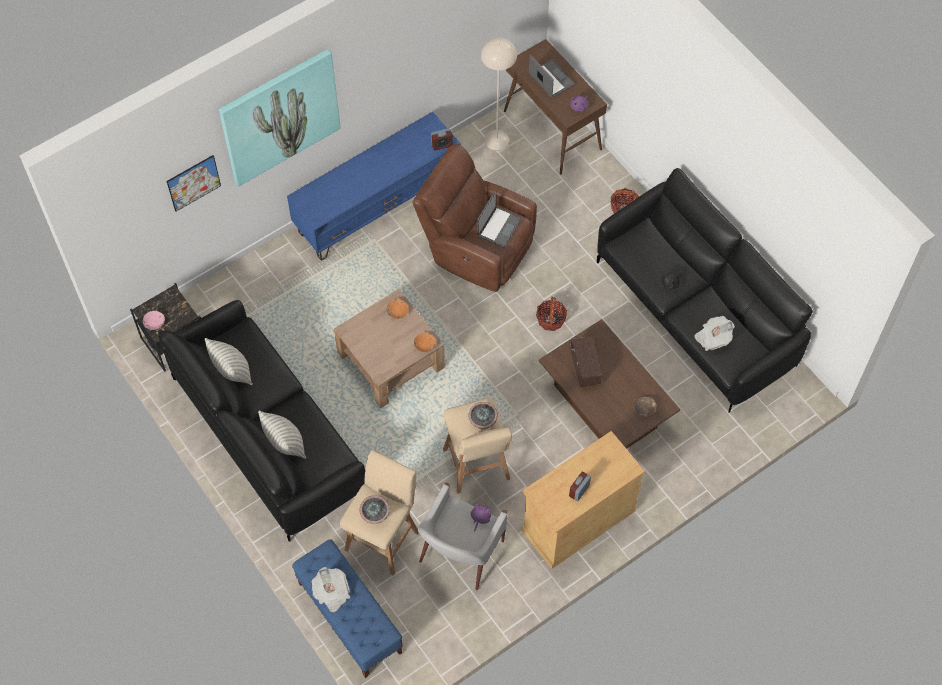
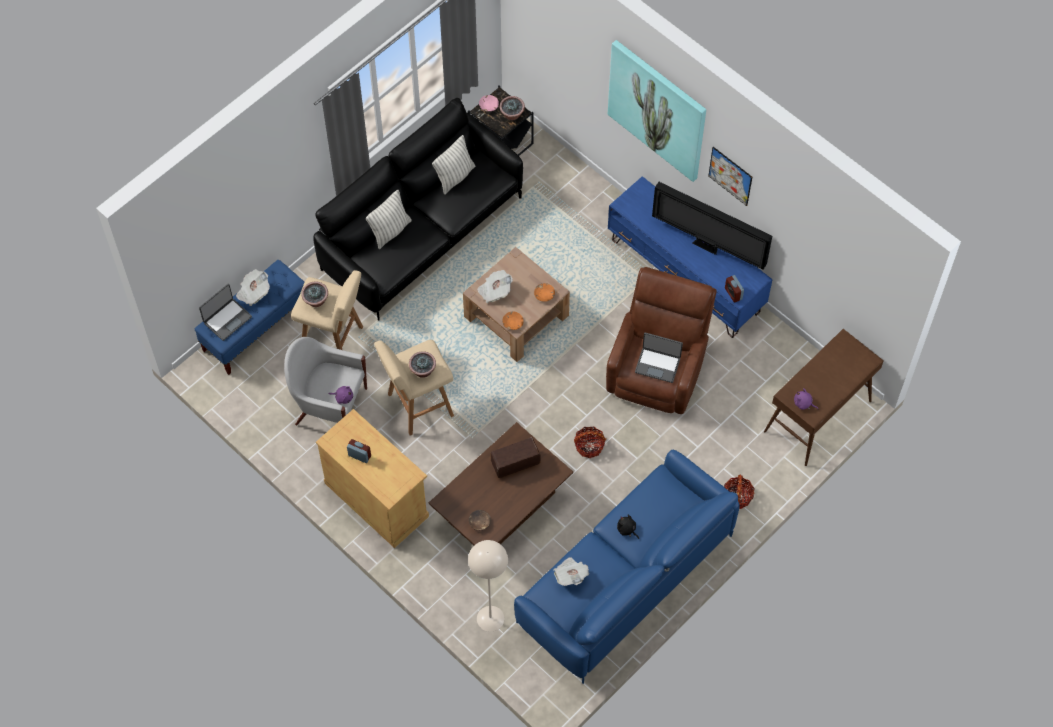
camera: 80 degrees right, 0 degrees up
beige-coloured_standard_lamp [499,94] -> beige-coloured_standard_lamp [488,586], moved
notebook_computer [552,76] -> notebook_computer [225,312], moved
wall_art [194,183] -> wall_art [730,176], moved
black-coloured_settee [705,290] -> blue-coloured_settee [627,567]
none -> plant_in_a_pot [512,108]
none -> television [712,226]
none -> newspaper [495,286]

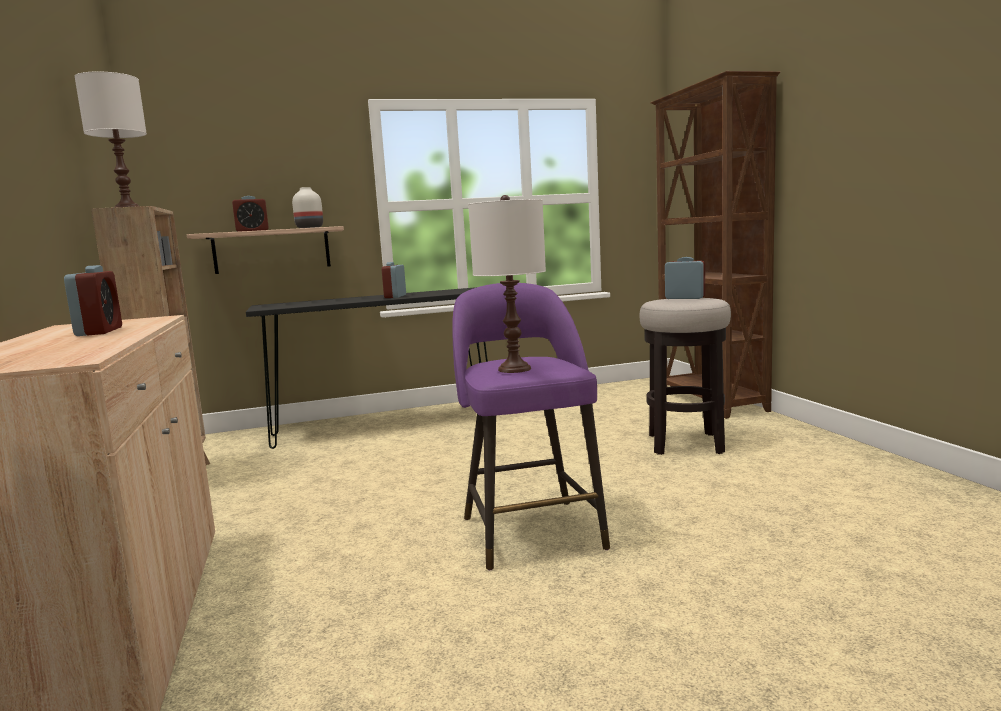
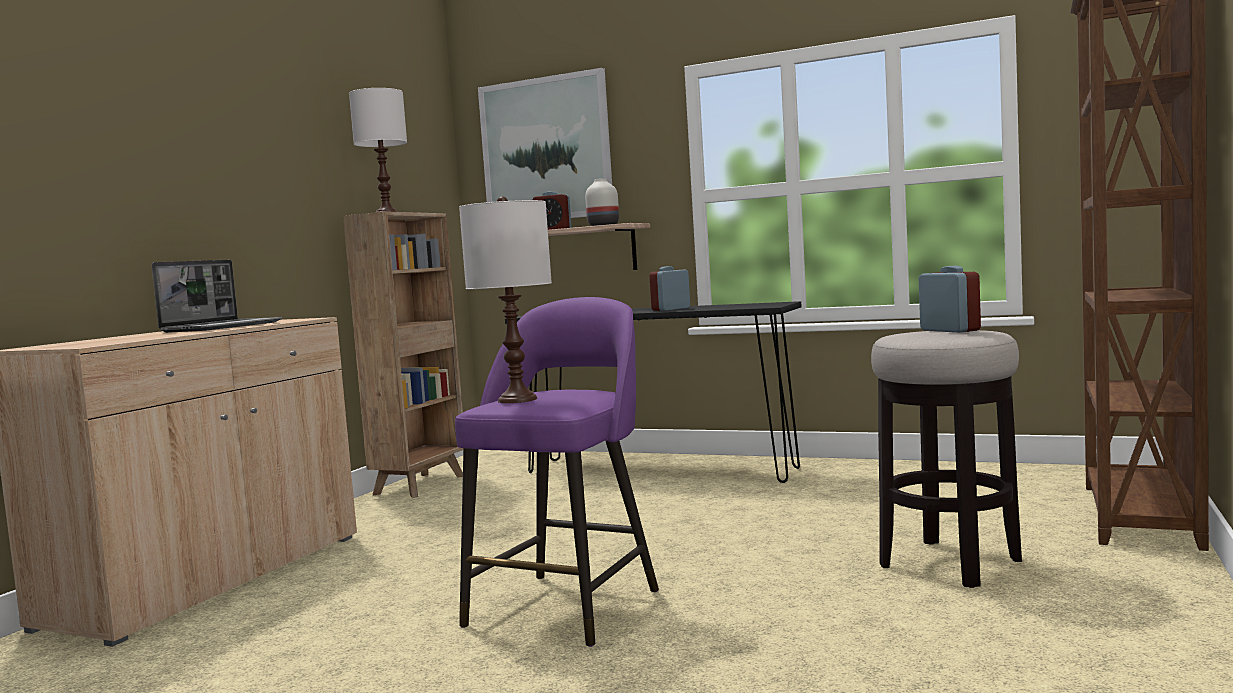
camera: 40 degrees right, 5 degrees down
bedside_clock [93,300] -> notebook_computer [217,296]
none -> wall_art [545,143]

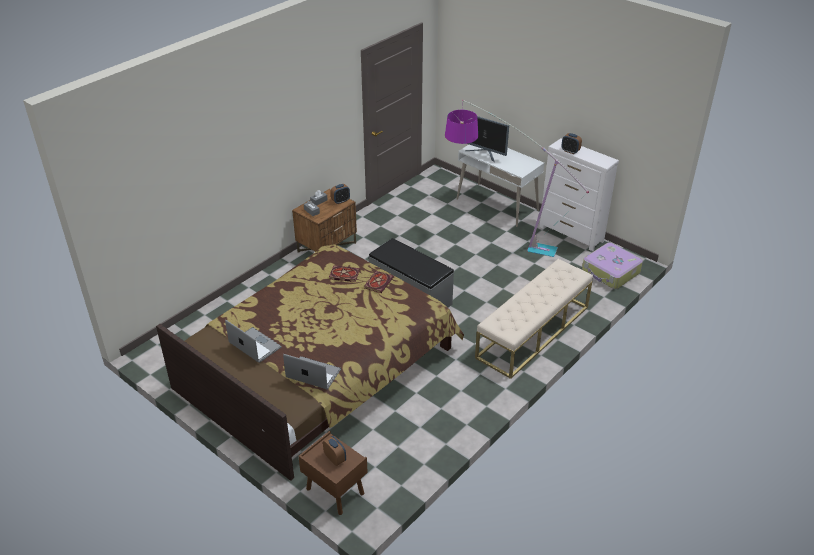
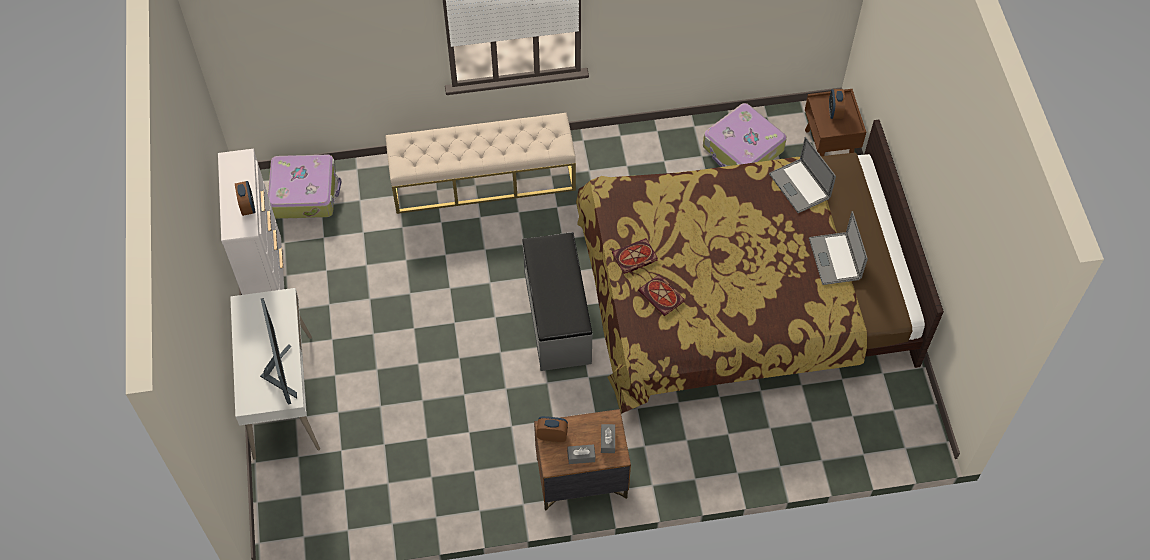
camera: 140 degrees left, 20 degrees up
standard_lamp [517,178] -> none
none -> travel_case [745,135]

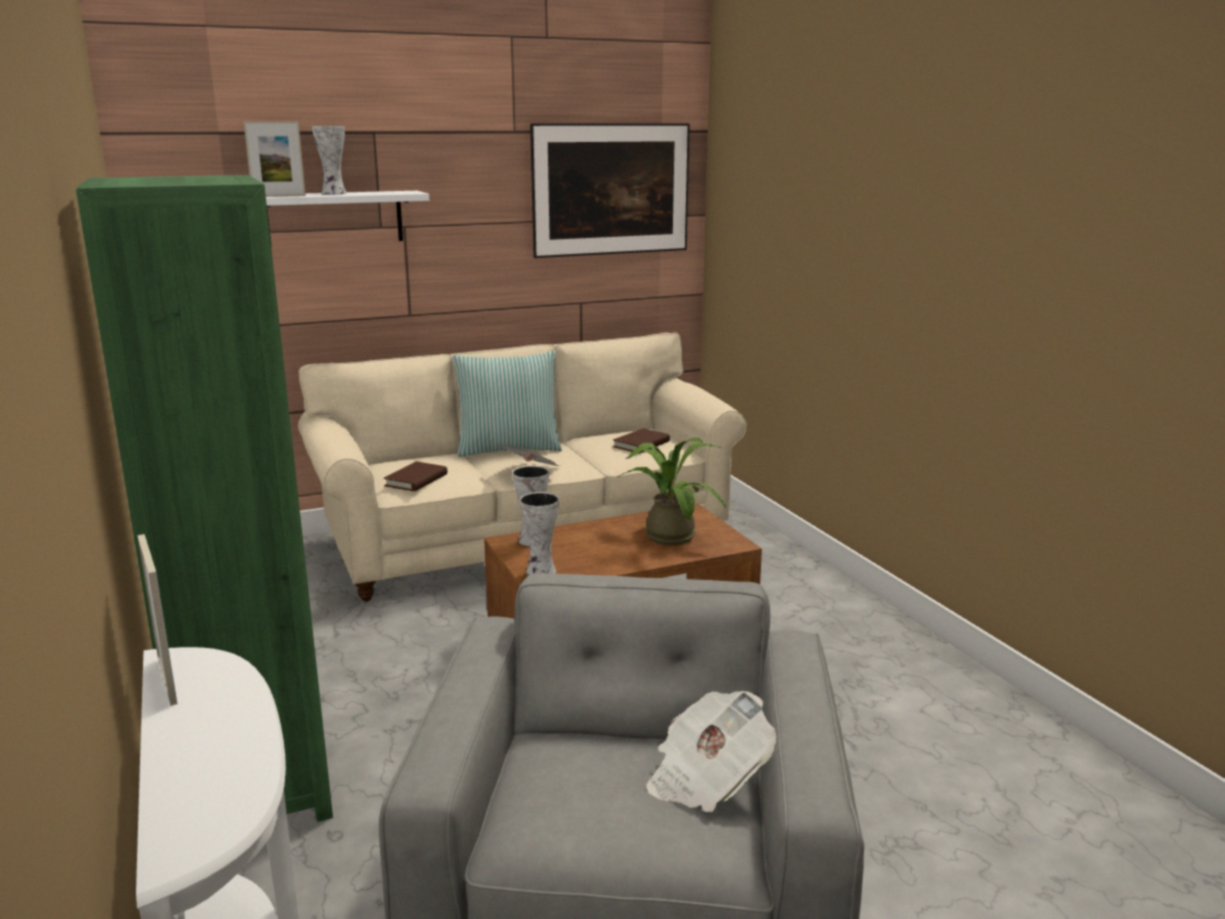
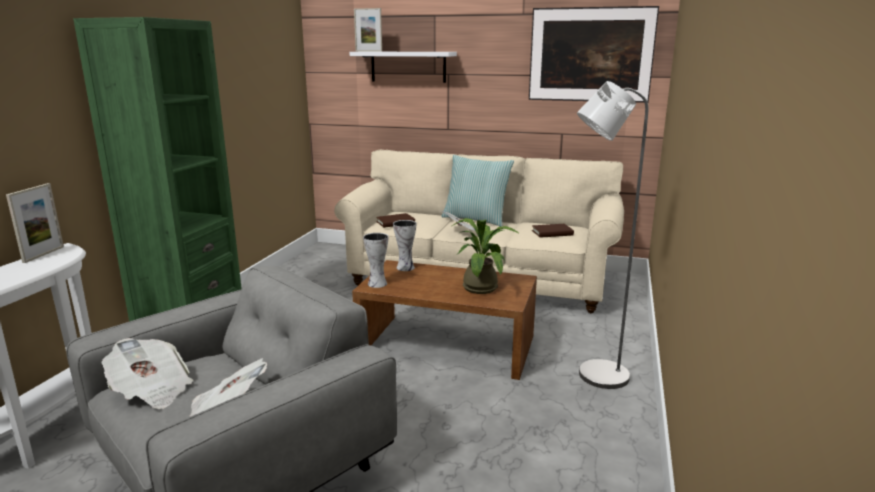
camera: 40 degrees right, 0 degrees up
decorative_vase [329,160] -> none
none -> grey_standard_lamp [612,235]
none -> newspaper [147,373]

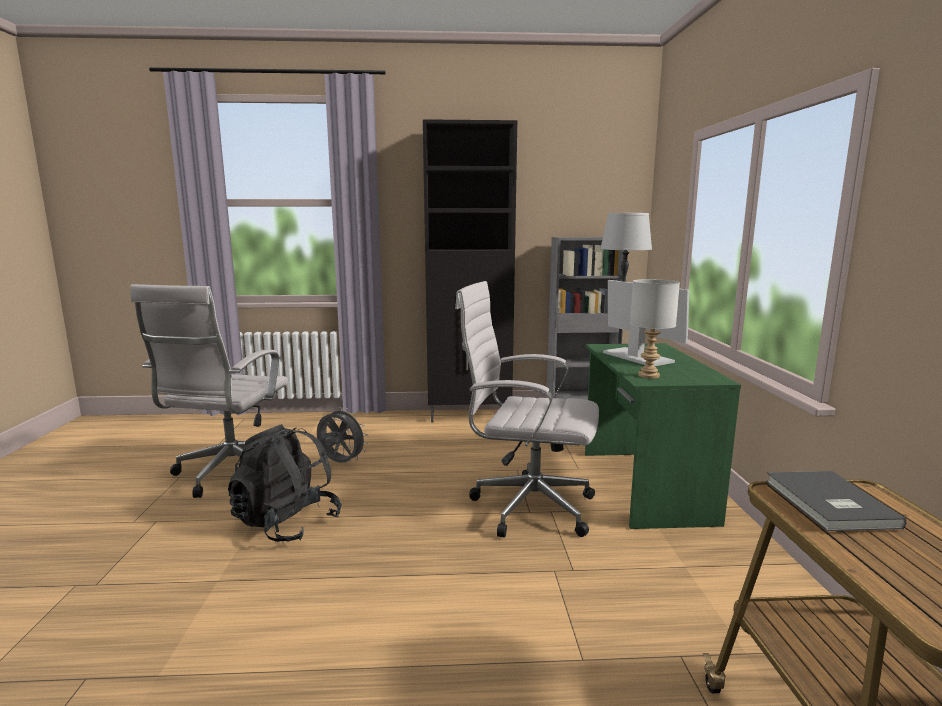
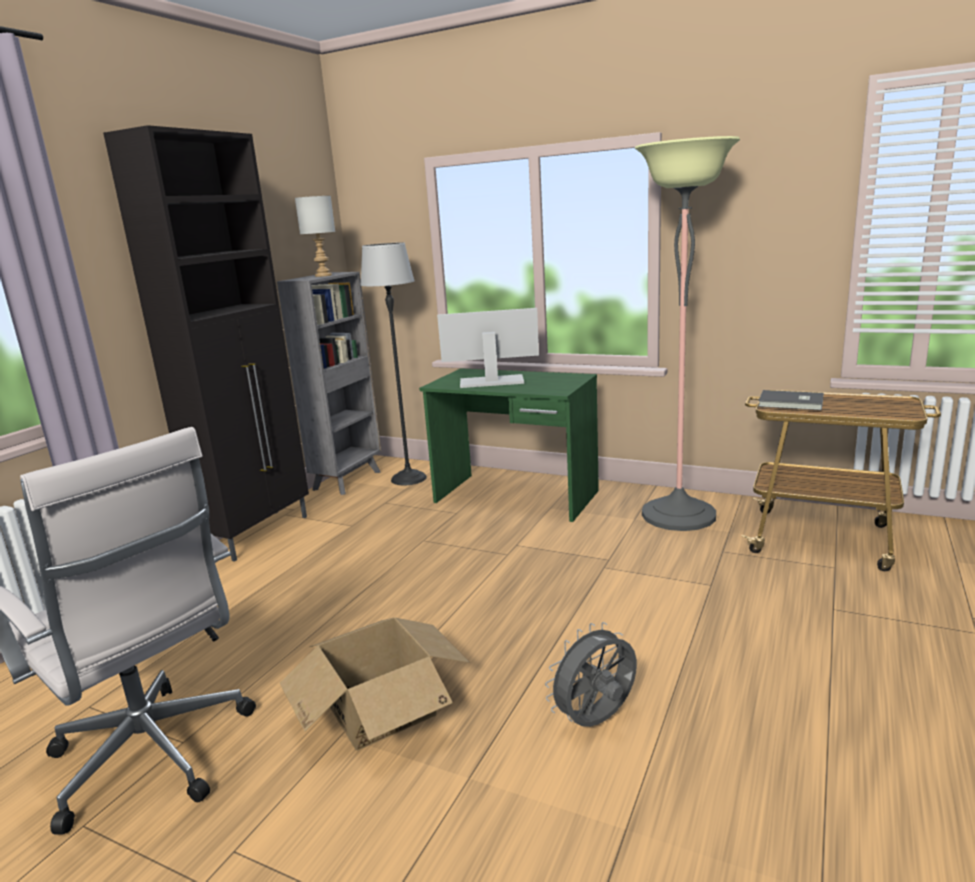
camera: 60 degrees left, 5 degrees up
grey_tabletop_lamp [655,329] -> grey_tabletop_lamp [315,236], moved
white_desk_chair [527,409] -> none
grey_cooling_fan [342,435] -> grey_cooling_fan [591,674], moved
black-coloured_backpack [285,483] -> carton [375,684]
none -> standard_lamp [687,333]

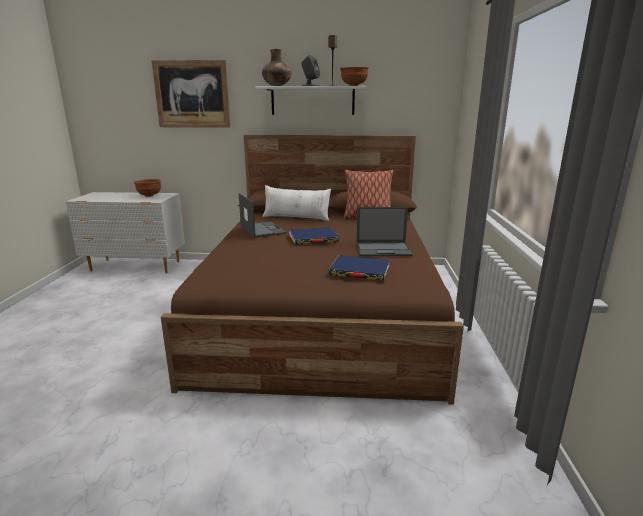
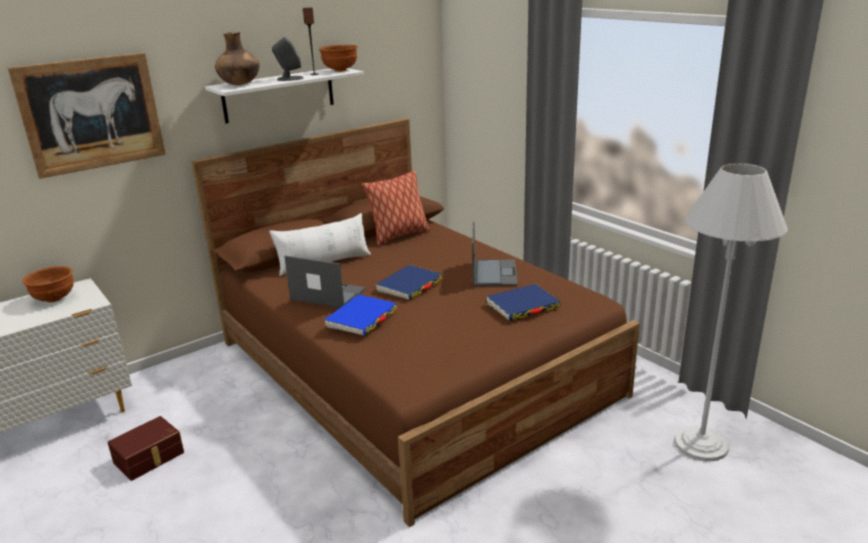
camera: 40 degrees left, 5 degrees up
notebook_computer [384,231] -> notebook_computer [495,253], 45 degrees counterclockwise
none -> white_standard_lamp [731,312]
none -> blue-coloured_volume [360,315]
none -> brown_storage_bin [146,448]

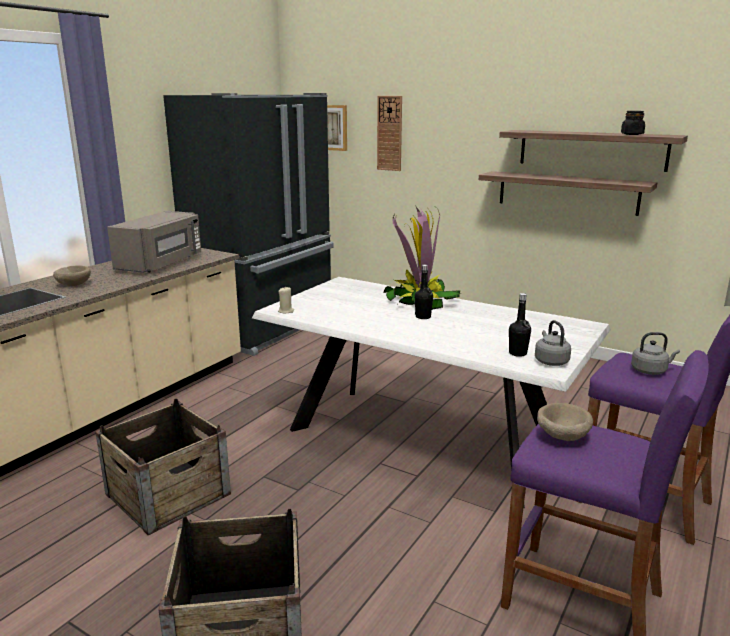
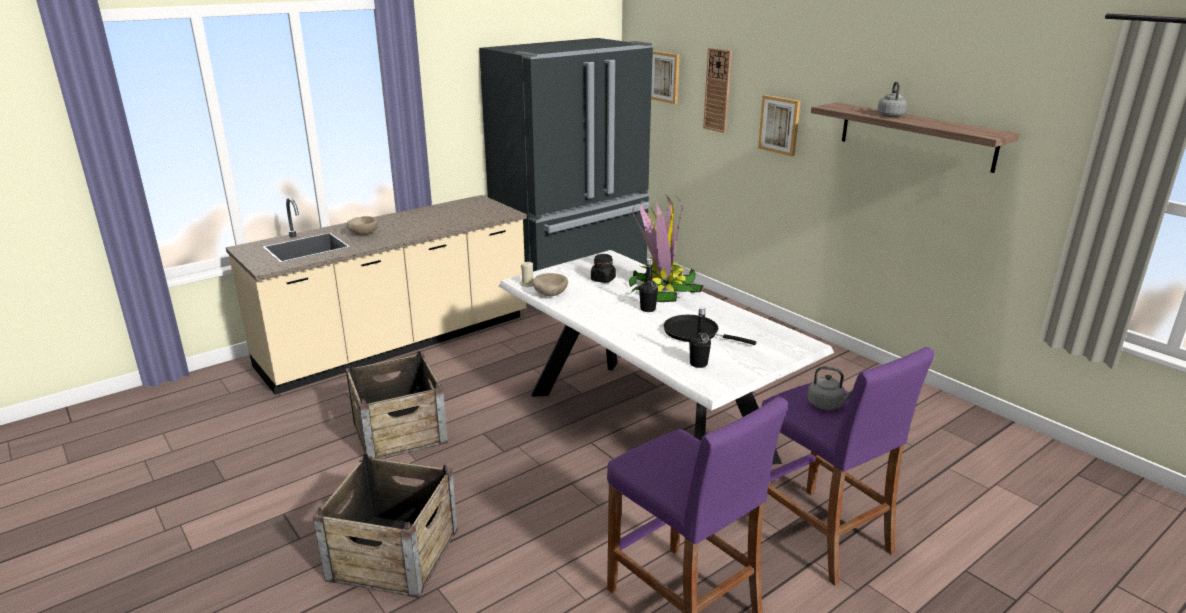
camera: 20 degrees right, 5 degrees up
black-coloured_preserve_jar [633,123] -> black-coloured_preserve_jar [603,268], moved
wall_shelf [568,193] -> none
grey_kitchen_microwave [154,242] -> none
grey_kettle [553,343] -> grey_kettle [892,99], moved
beige-coloured_serving_bowl [565,422] -> beige-coloured_serving_bowl [550,284], moved
none -> wall_art [779,125]
none -> black-coloured_pan [710,330]

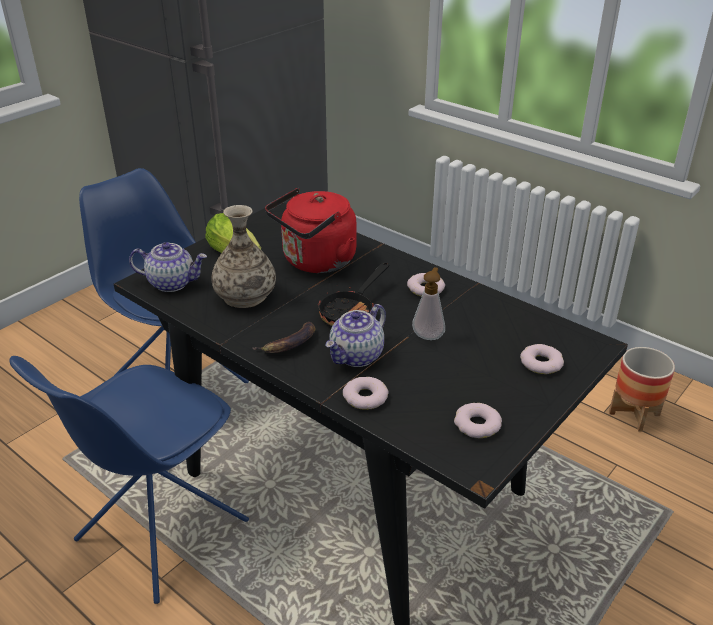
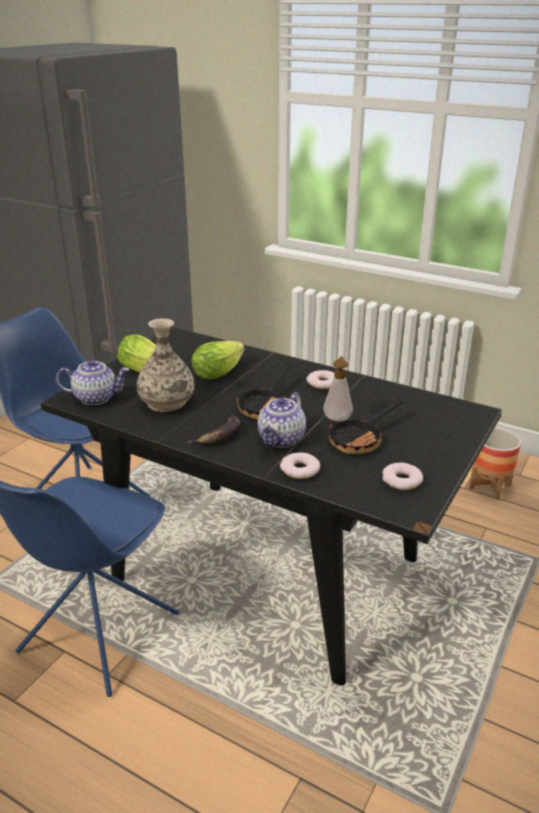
camera: 10 degrees left, 5 degrees down
red-coloured_kettle [311,230] -> head_of_lettuce [218,360]
ring_doughnut [542,359] -> none
none -> pan [366,426]

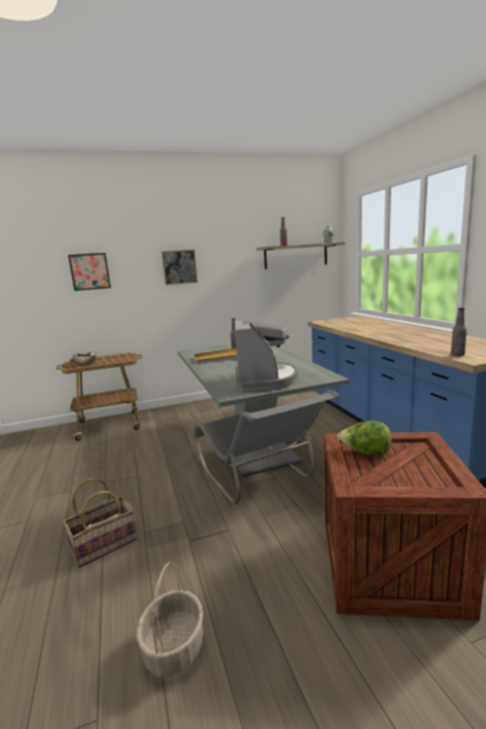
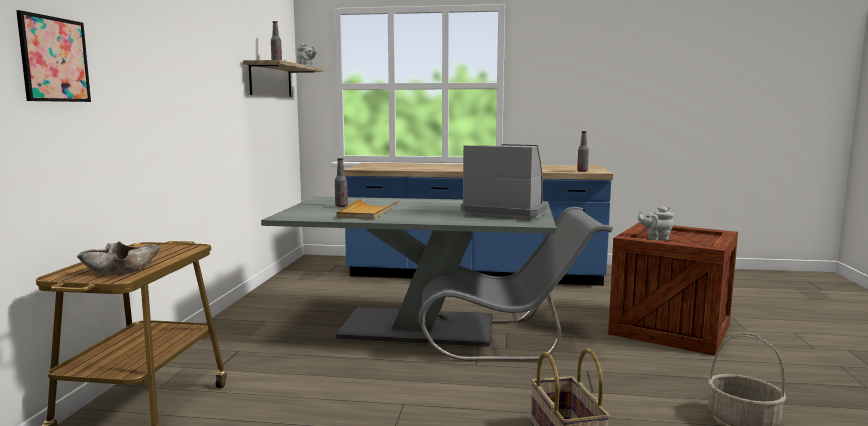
camera: 65 degrees left, 5 degrees down
wall_art [180,267] -> none
head_of_lettuce [364,438] -> grey_pot_for_tea [656,223]

